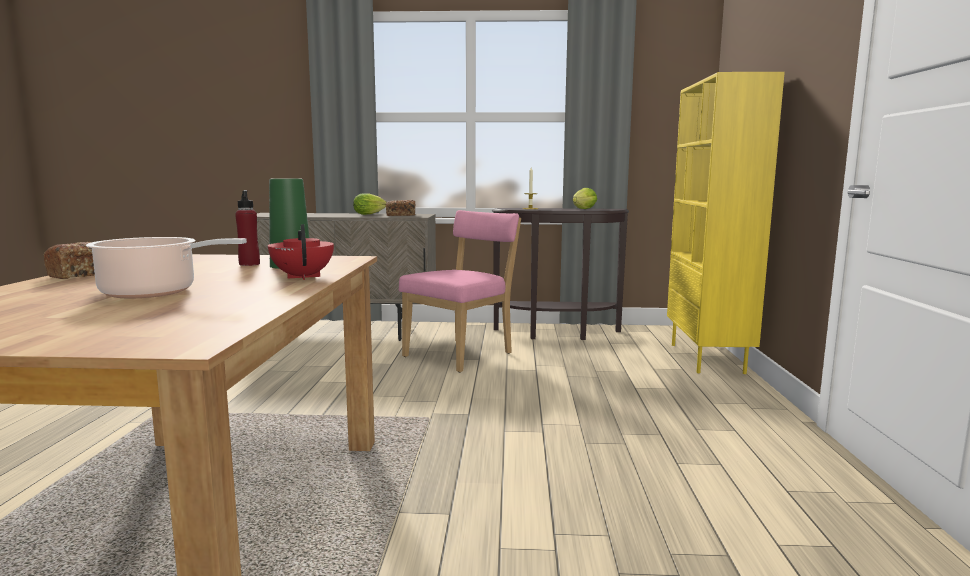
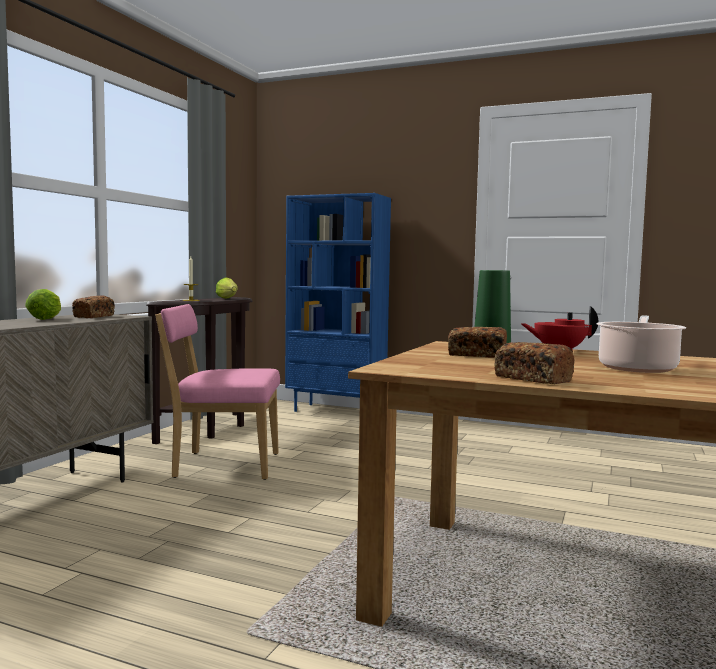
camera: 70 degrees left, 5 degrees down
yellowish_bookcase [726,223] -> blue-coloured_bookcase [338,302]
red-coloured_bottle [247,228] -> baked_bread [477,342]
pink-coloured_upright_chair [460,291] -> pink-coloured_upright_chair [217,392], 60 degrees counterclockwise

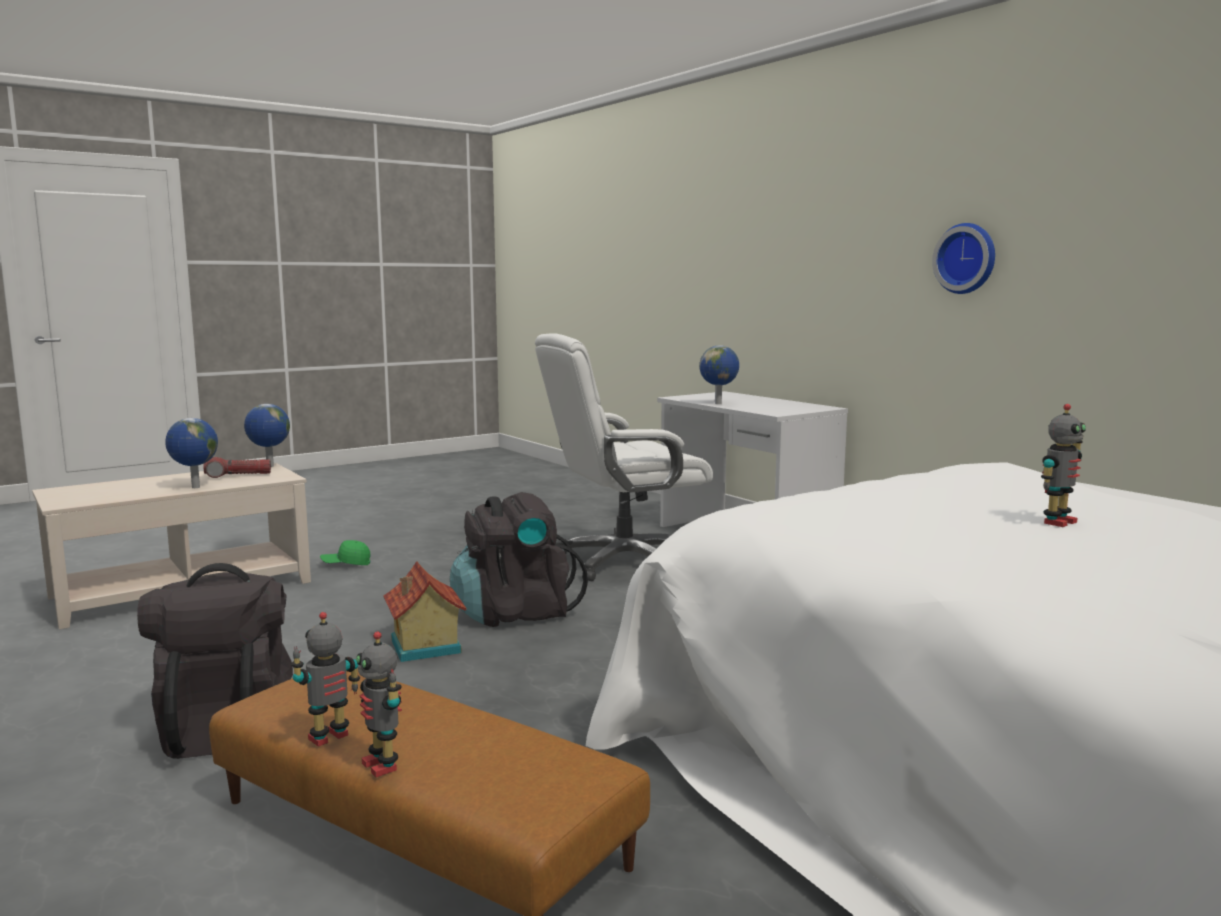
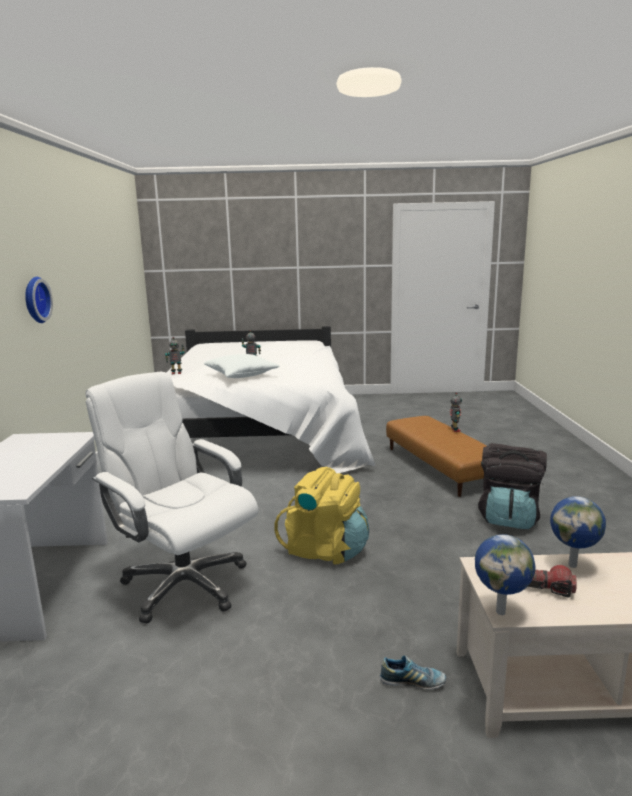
camera: 145 degrees left, 5 degrees up
white_desk_chair [624,457] -> white_desk_chair [171,498], 150 degrees counterclockwise
globe [719,374] -> none
black-coloured_backpack [519,559] -> yellowish_backpack [321,515]
greenish_baseball_cap [345,552] -> shoe [413,672]
model_house [425,611] -> none
model_robot [325,679] -> model_robot [175,355], moved
none -> white_throw_pillow [241,366]

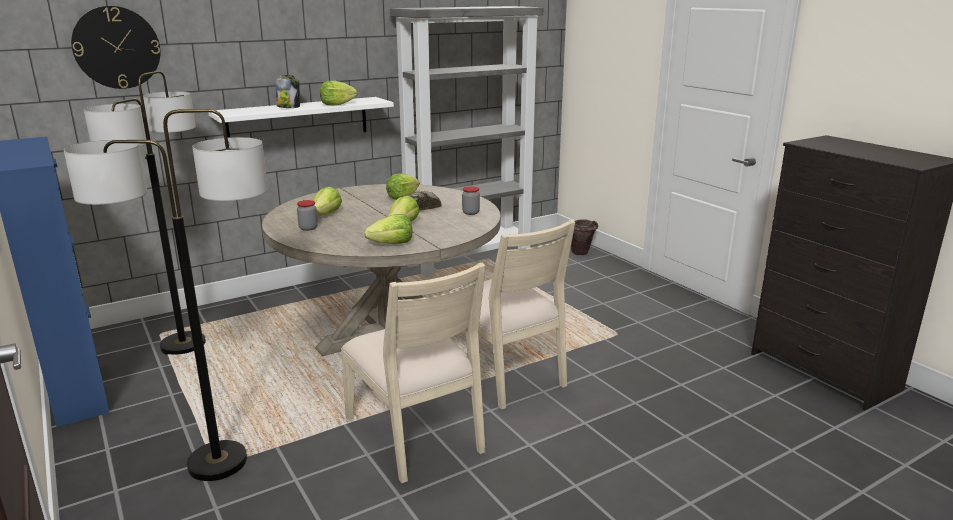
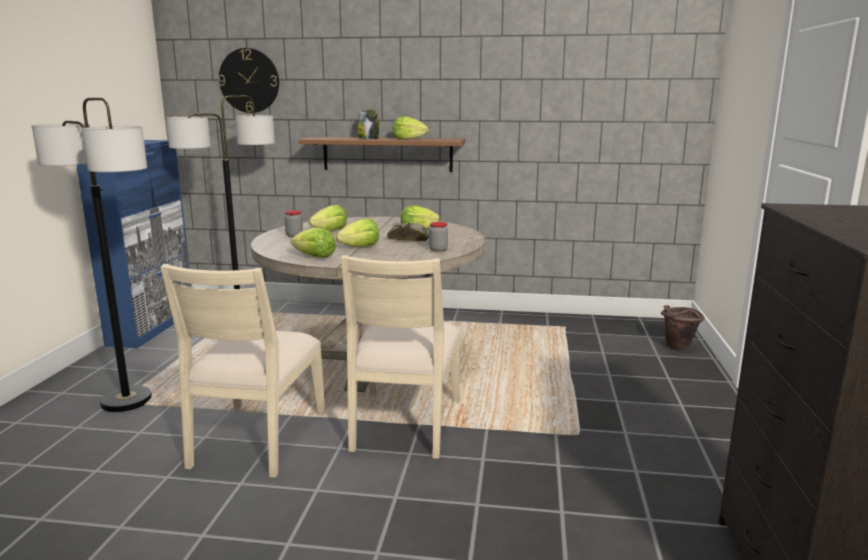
camera: 40 degrees right, 5 degrees down
grey_bookcase [467,141] -> none
white_wall_shelf [301,117] -> brown_wall_shelf [381,154]

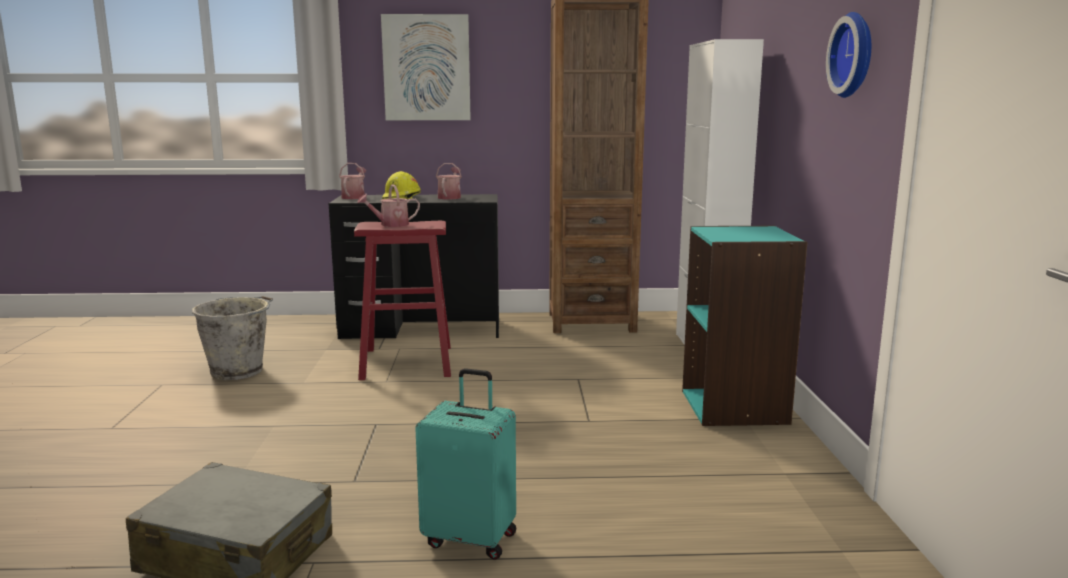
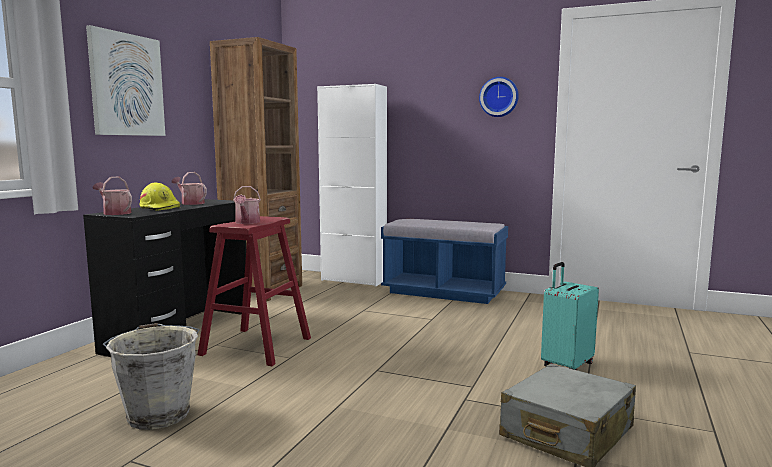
camera: 65 degrees left, 5 degrees down
blue-green_bookcase [744,326] -> blue-coloured_indoor_bench [444,261]

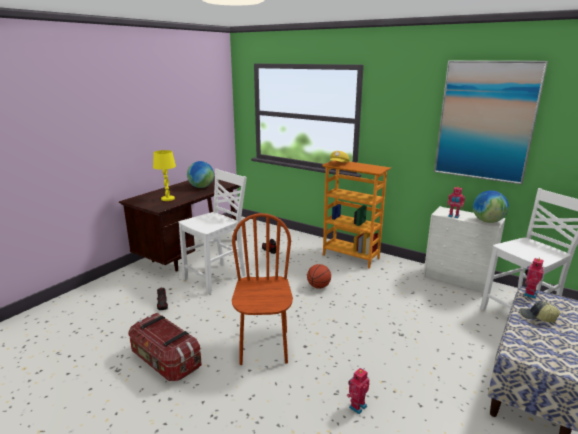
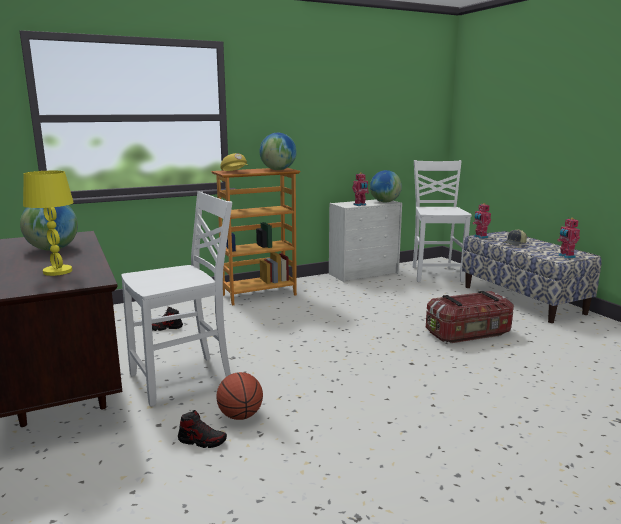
camera: 60 degrees left, 5 degrees down
wall_art [491,122] -> none
white_upright_chair [213,231] -> white_upright_chair [176,299], 75 degrees clockwise
brown_upright_chair [262,289] -> none
basketball_ball [319,276] -> basketball_ball [239,396], moved
storage_bin [165,347] -> storage_bin [470,317], moved
model_robot [358,391] -> model_robot [568,238], moved
none -> globe [278,151]

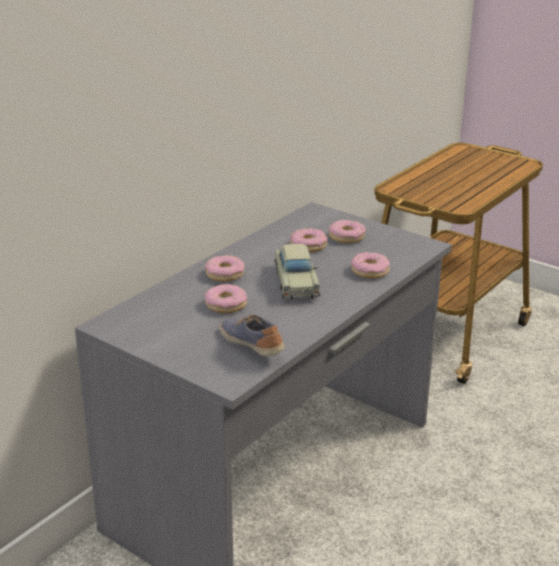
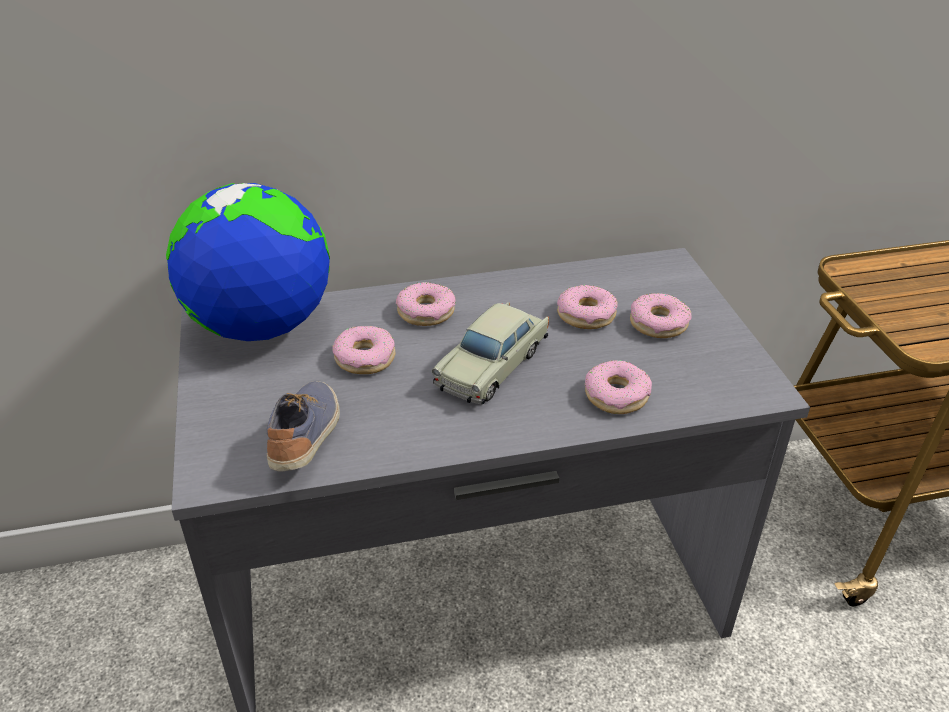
camera: 40 degrees right, 10 degrees up
none -> globe [248,262]

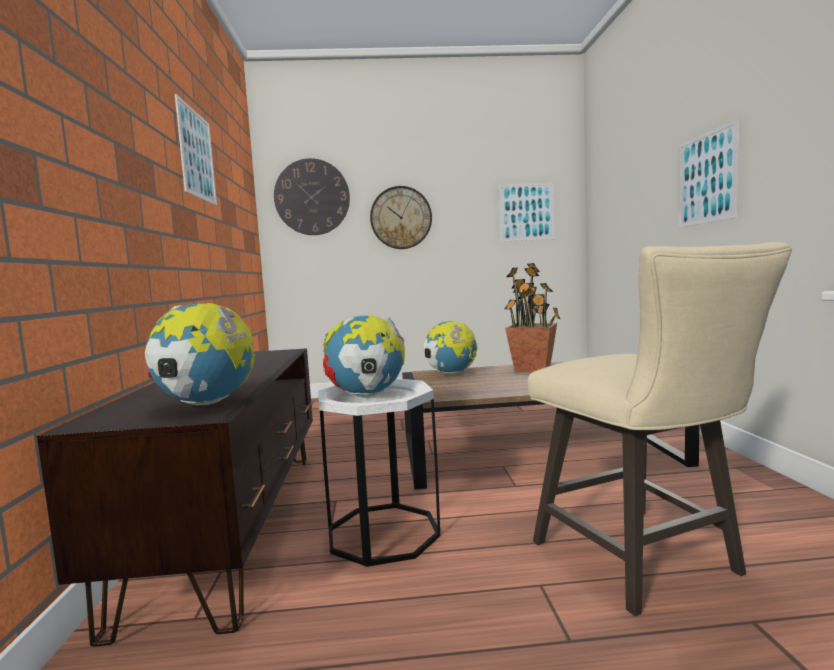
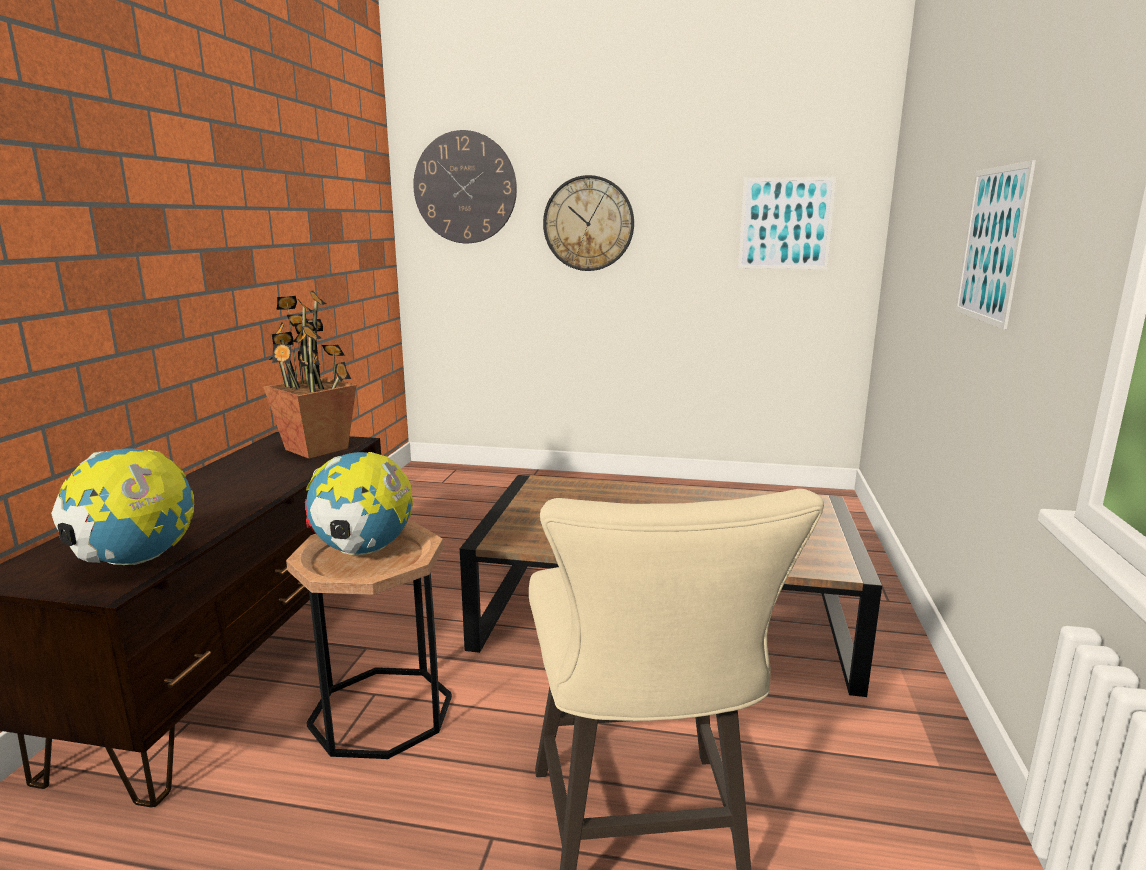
camera: 15 degrees right, 10 degrees up
wall_art [196,149] -> none
plant_in_a_pot [532,317] -> plant_in_a_pot [310,375], moved
globe [450,347] -> none
white_end_table [379,472] -> brown_end_table [369,640]

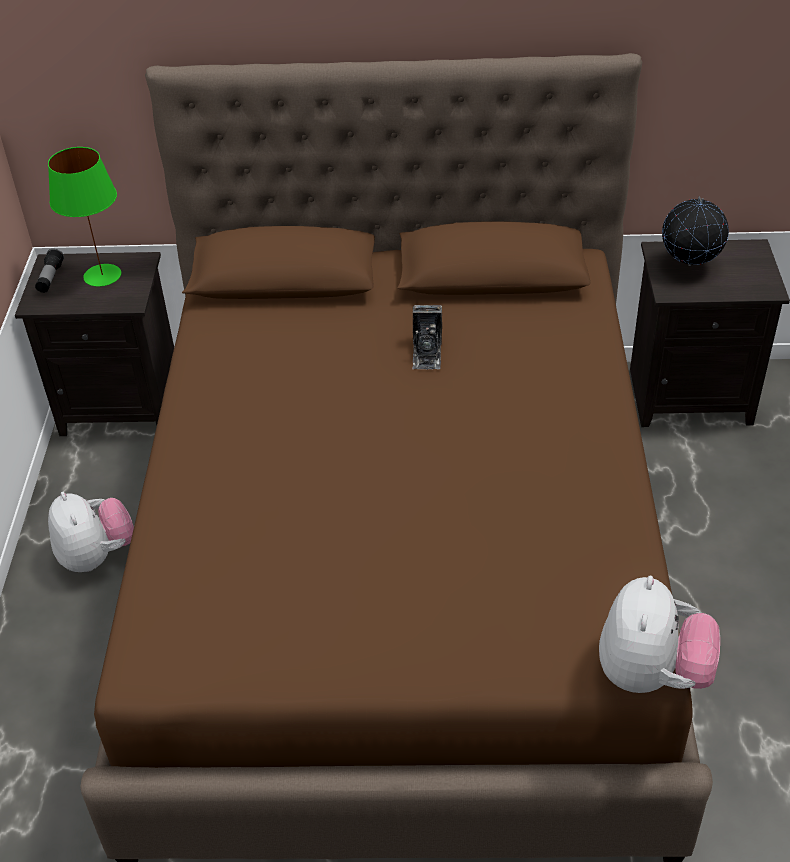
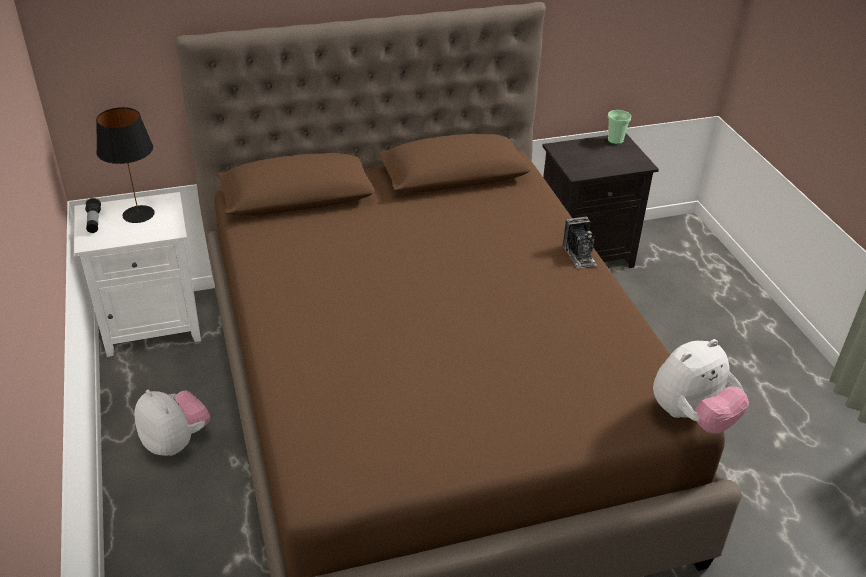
camera: 20 degrees left, 5 degrees down
greenish_tabletop_lamp [84,217] -> black-coloured_tabletop_lamp [125,165]
globe [695,231] -> none
black-coloured_bedside_table [94,344] -> white_bedside_table [137,274]
photo_camera [427,337] -> photo_camera [580,242], moved
cuddly_toy [659,634] -> cuddly_toy [701,386], 60 degrees clockwise
none -> drinking_cup [619,127]

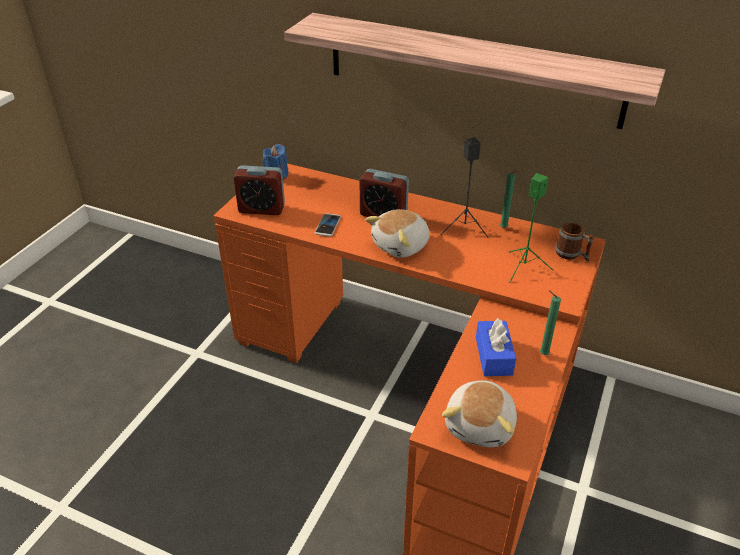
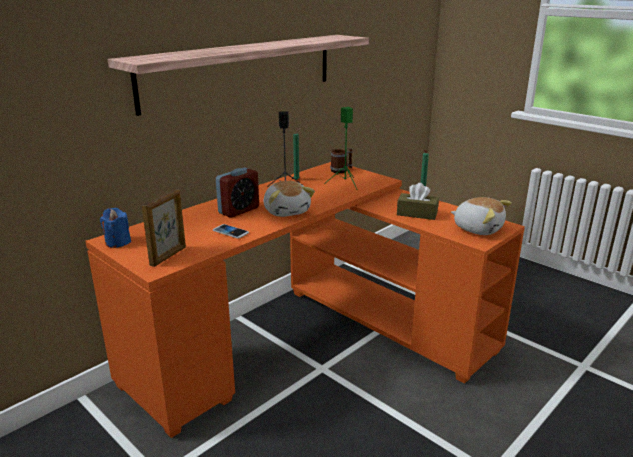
camera: 70 degrees left, 15 degrees down
bedside_clock [259,190] -> picture_frame [164,228]
blue-coloured_box_of_tissues [496,347] -> brown_box_of_tissues [418,201]

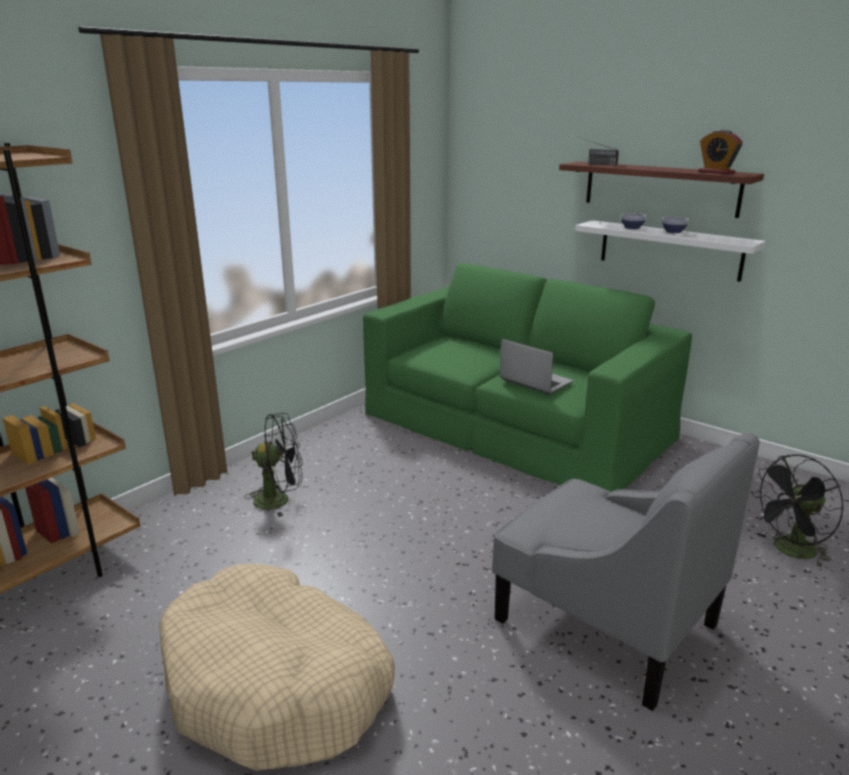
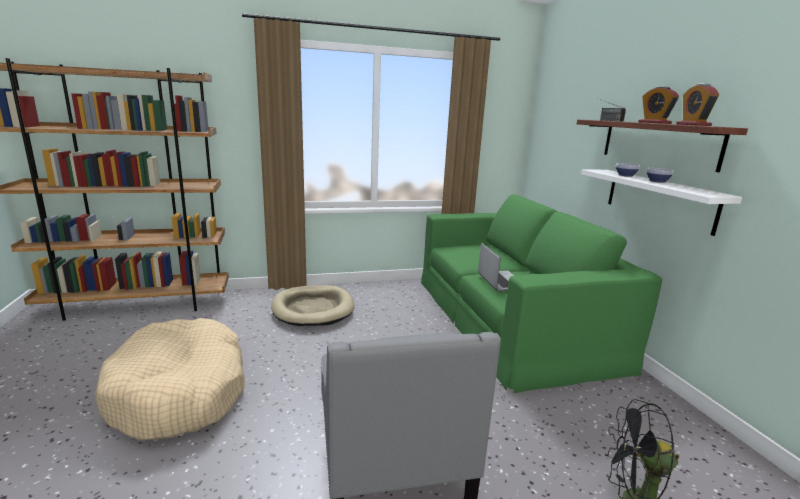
camera: 35 degrees right, 5 degrees down
black-coloured_cooling_fan [273,465] -> beige-coloured_dog_bed [313,305]
none -> bedside_clock [658,105]

